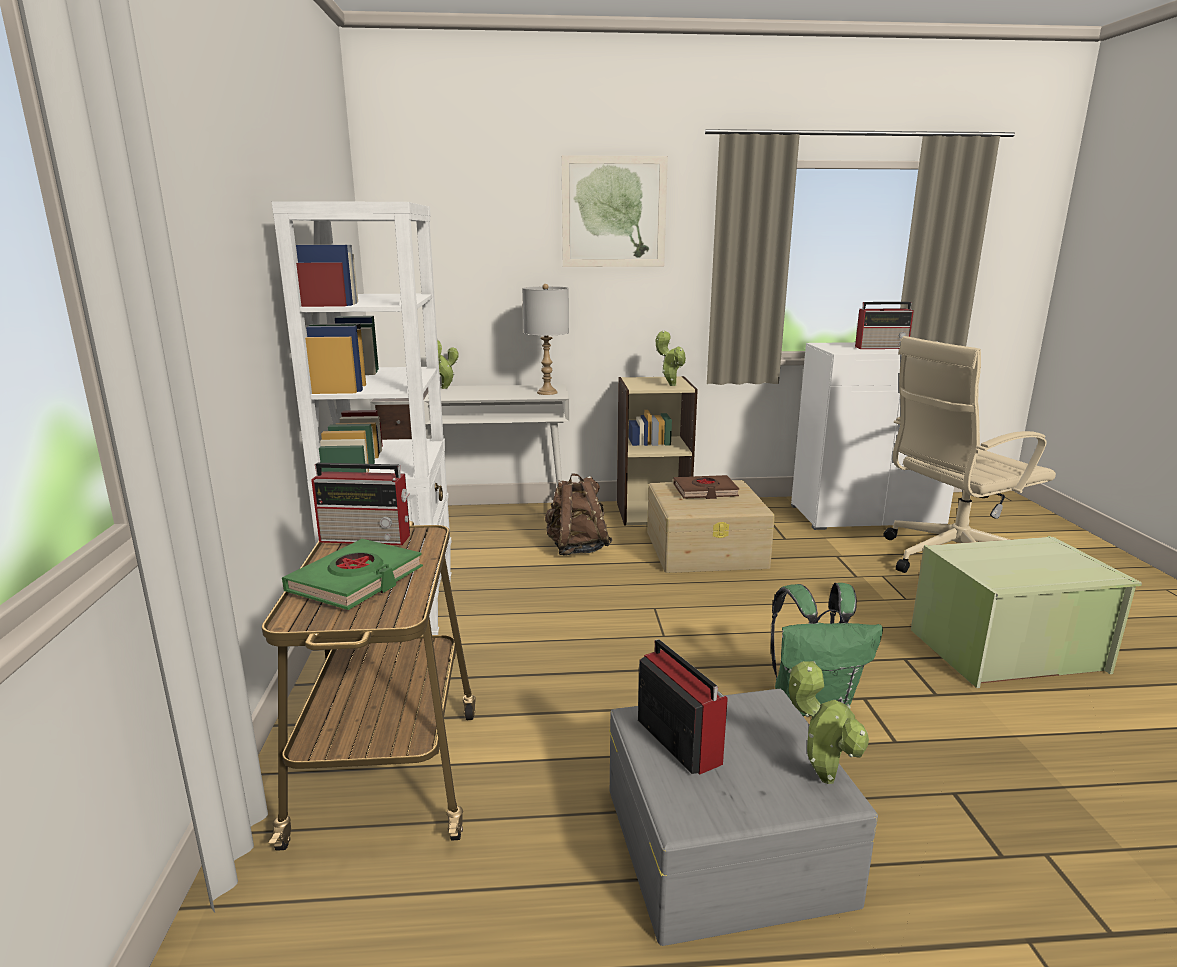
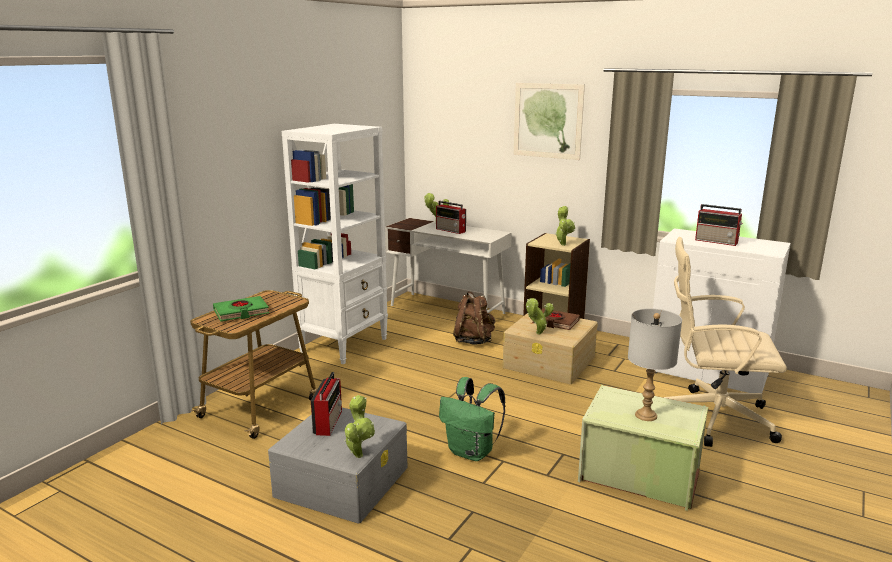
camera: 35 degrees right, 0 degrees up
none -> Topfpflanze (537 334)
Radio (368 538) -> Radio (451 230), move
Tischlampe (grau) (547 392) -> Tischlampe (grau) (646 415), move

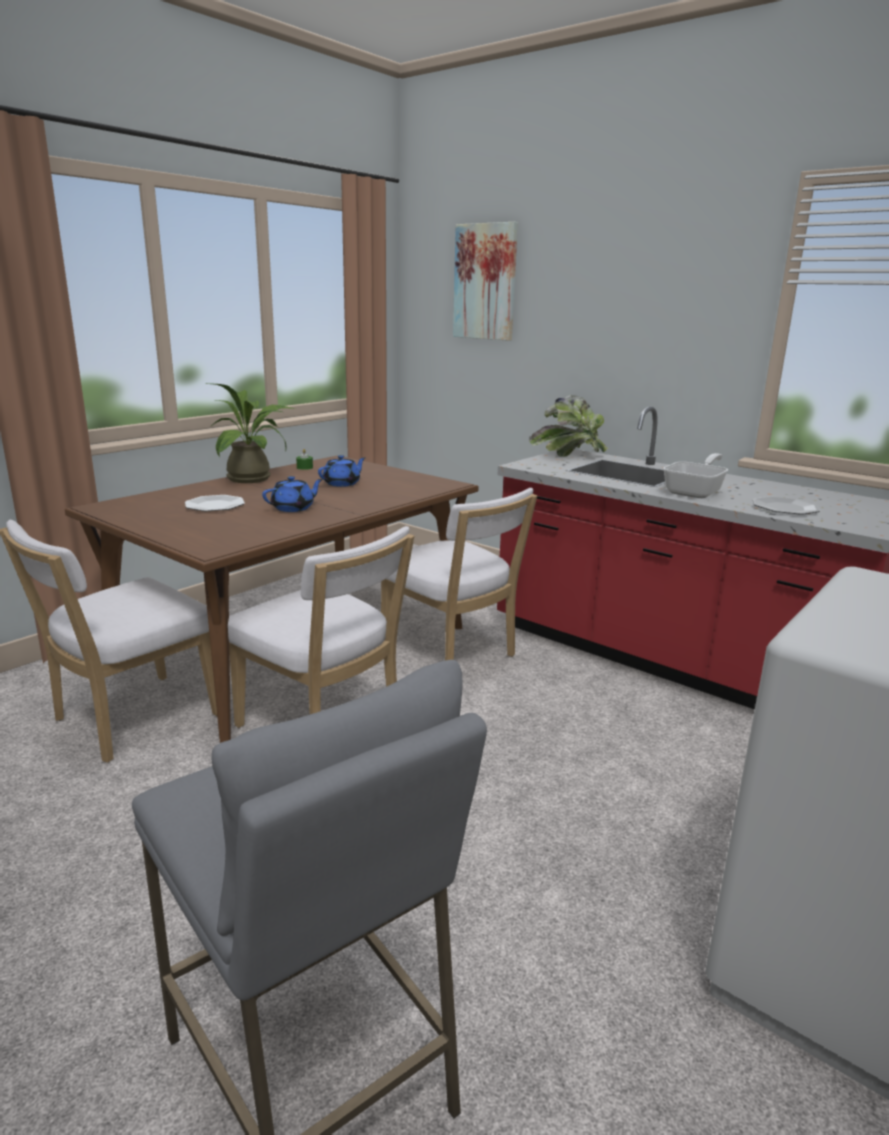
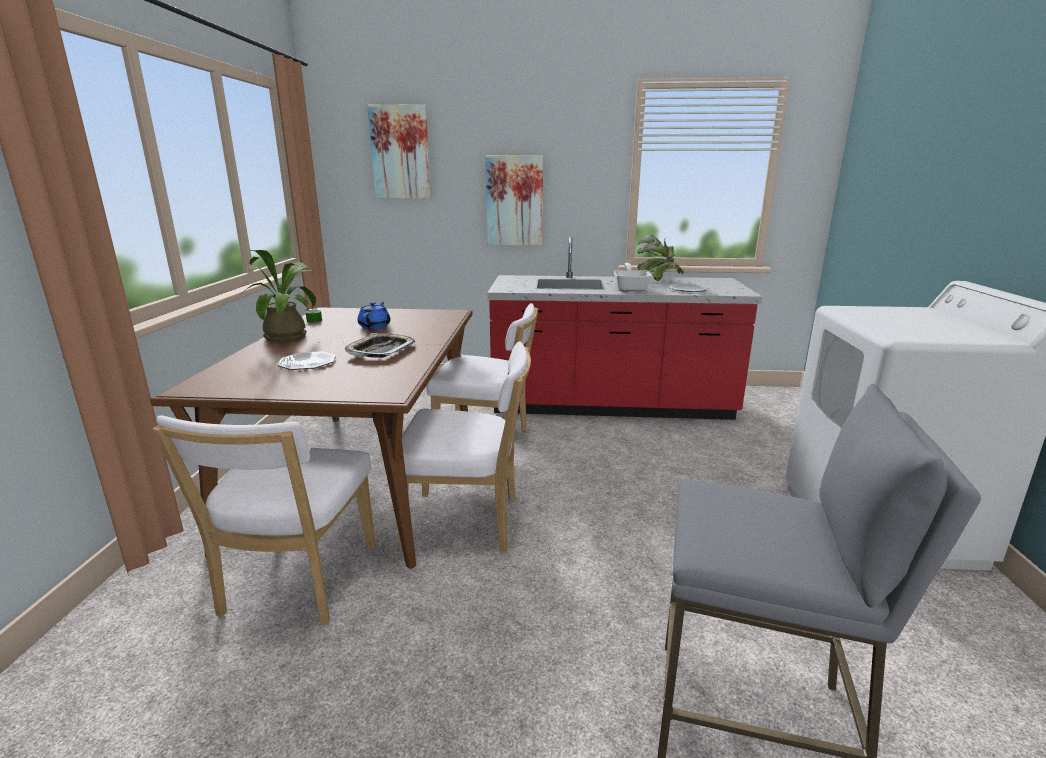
camera: 35 degrees left, 0 degrees up
none -> Bild (514 201)
Topfpflanze (569 455) -> Topfpflanze (658 279), move
Teekanne (blau) (293 508) -> Tablett (380 350)

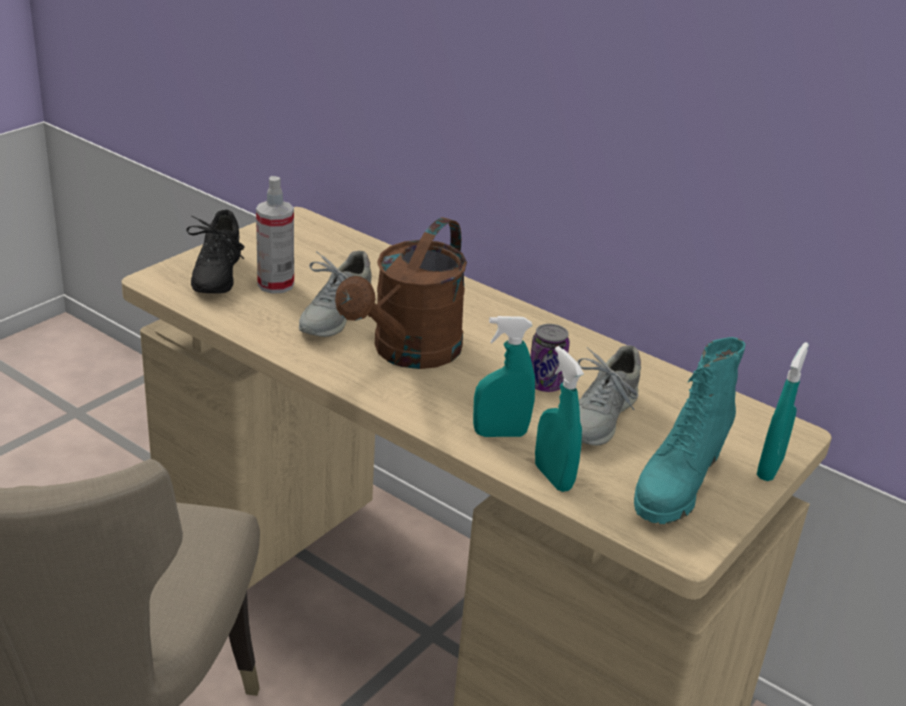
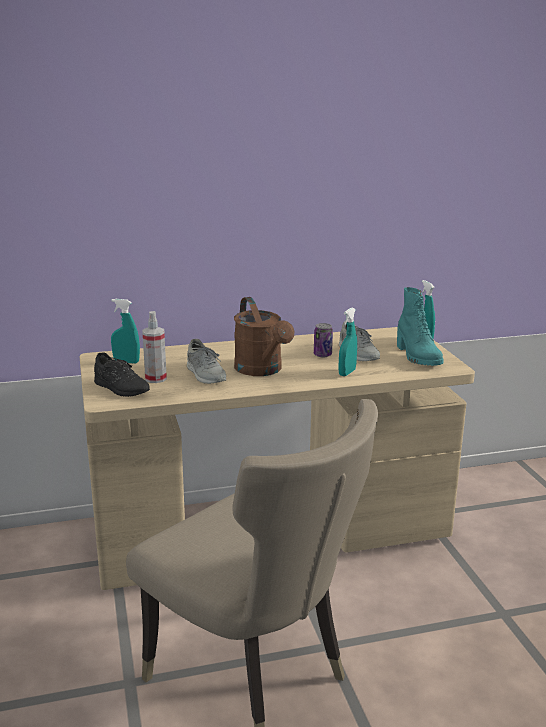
camera: 50 degrees left, 10 degrees down
Sprühflasche (türkis) (553 477) -> Sprühflasche (türkis) (126 362), move

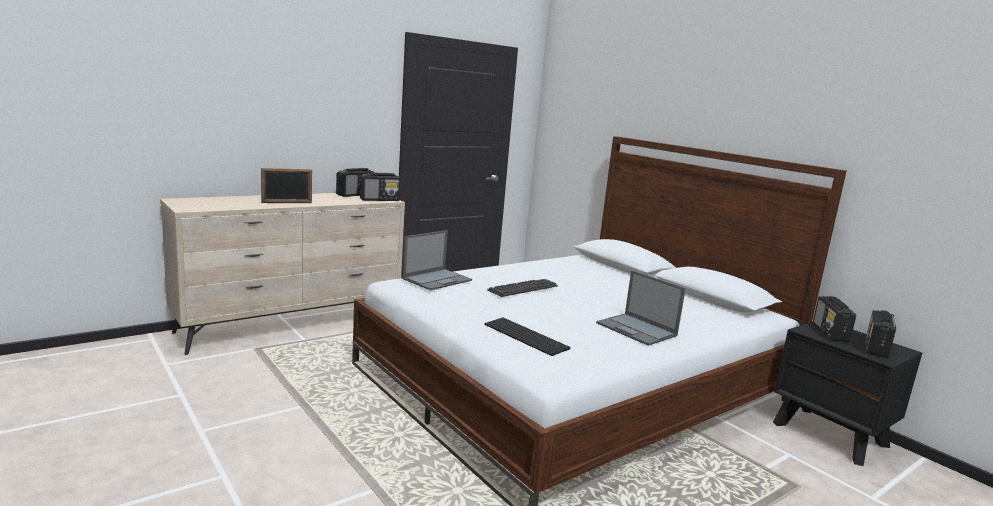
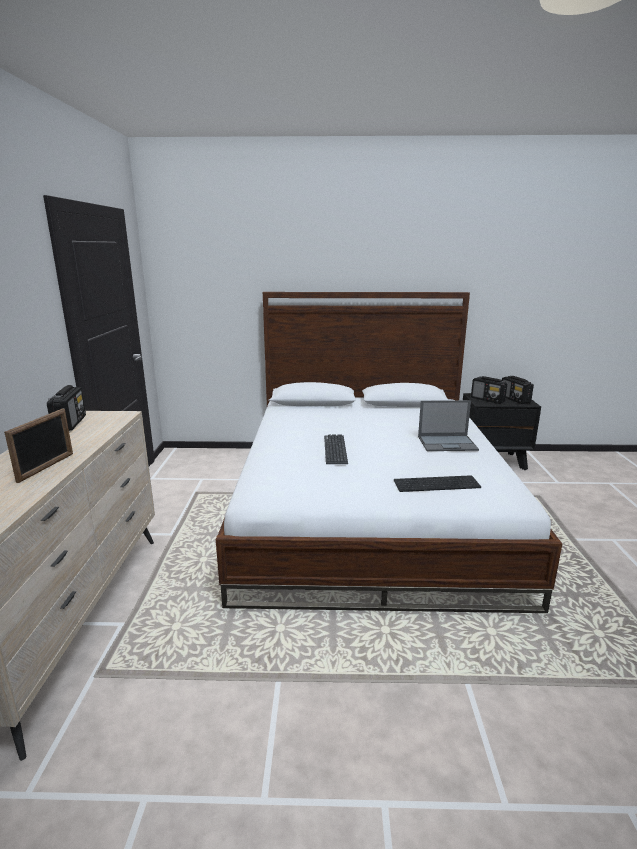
camera: 50 degrees left, 5 degrees up
Radio (380 200) -> none
Laptop (437 279) -> none

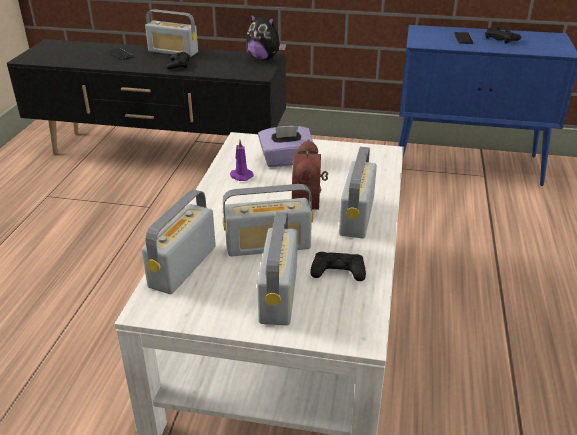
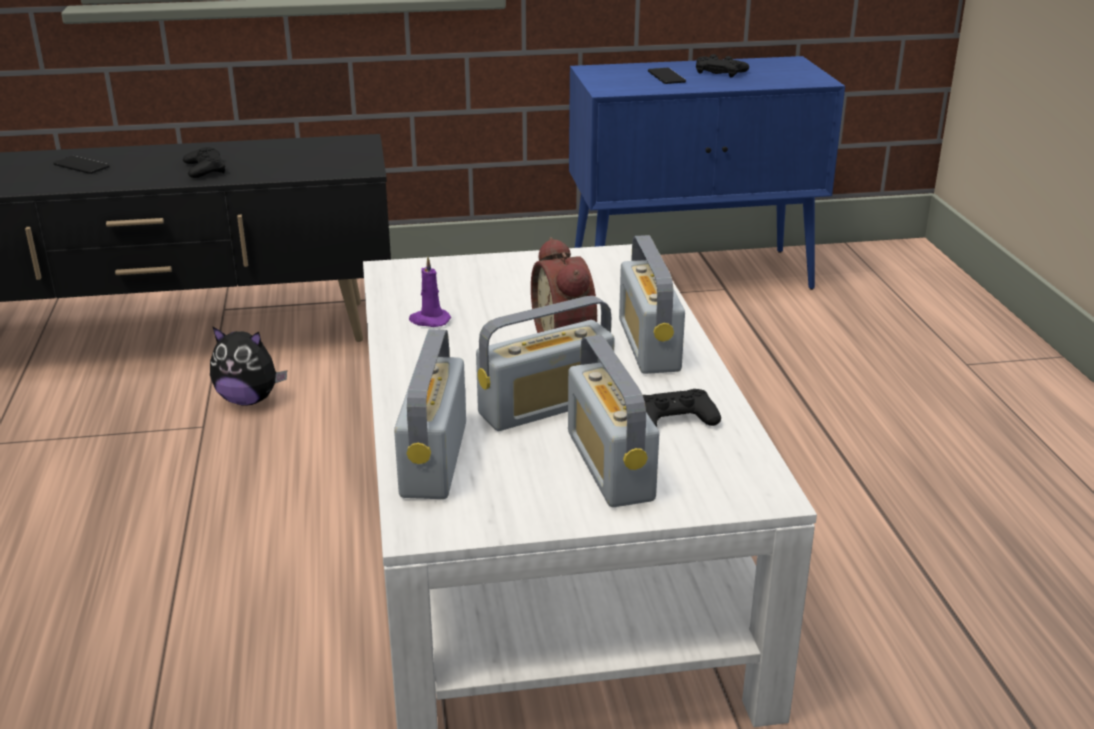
camera: 20 degrees left, 5 degrees down
Radio (173 52) -> none
Taschentuchbox (lila) (286 160) -> none
Plüschtier (264 58) -> Plüschtier (249 400), move

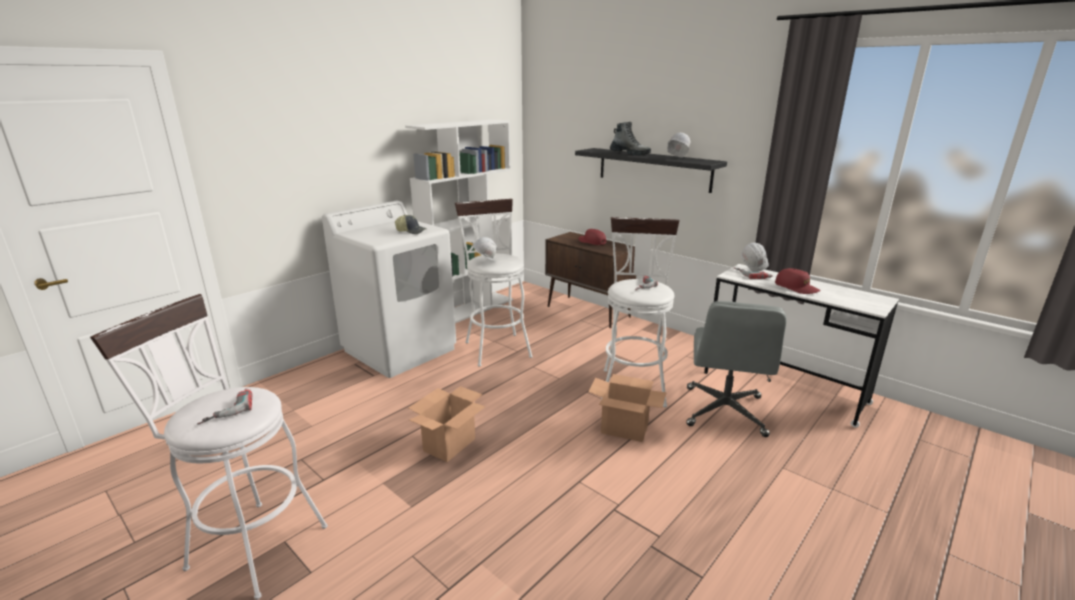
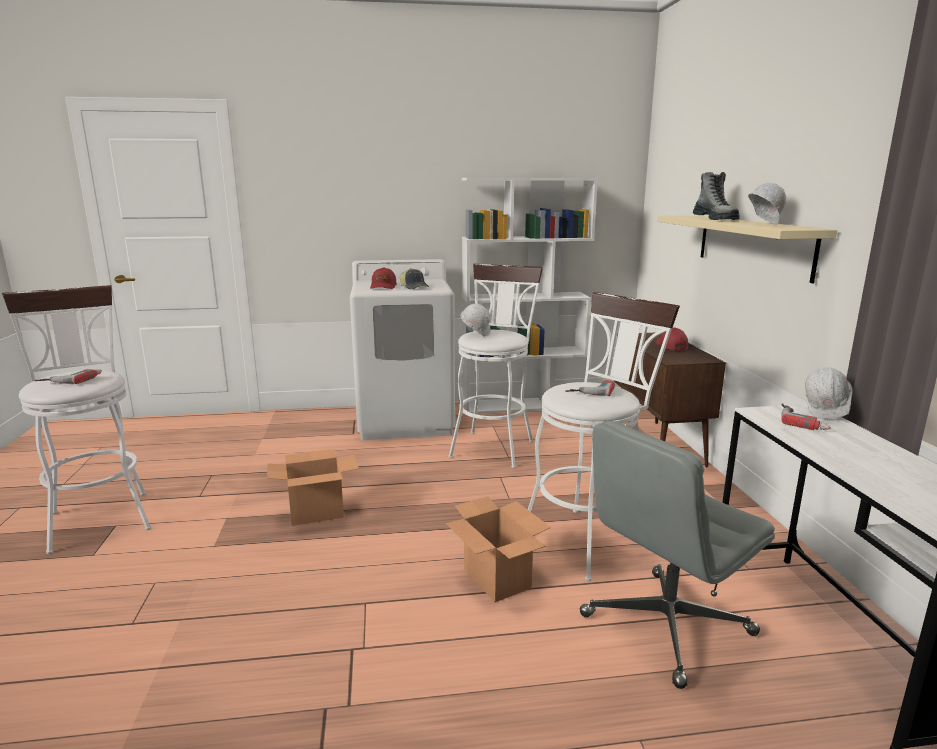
camera: 40 degrees right, 5 degrees down
Kappe (rot) (796 287) -> Kappe (rot) (383 286), move
Wandregal (schwarz) (653 169) -> Wandregal (beige) (752 245)

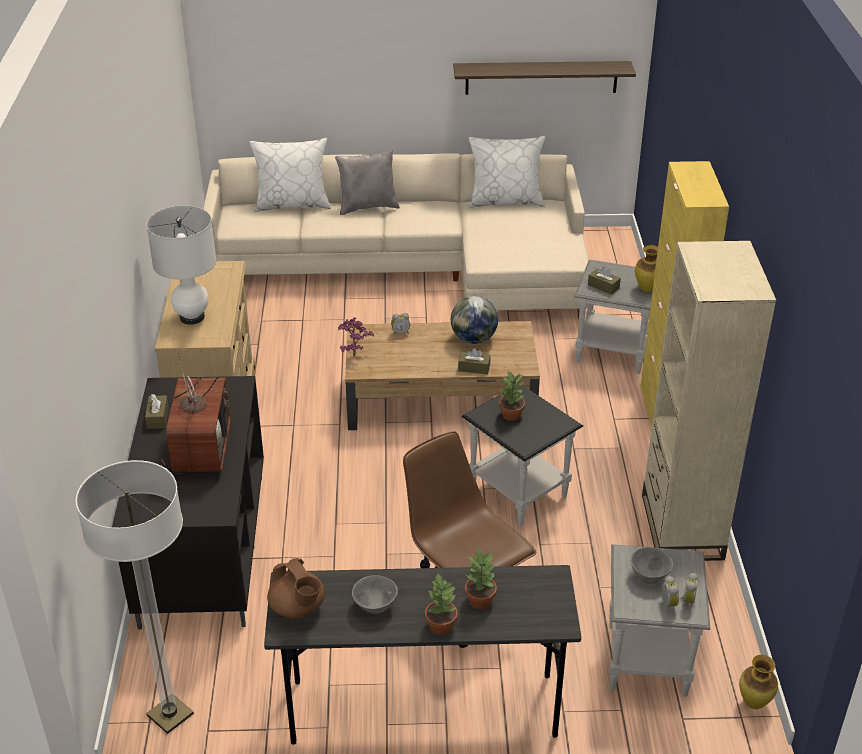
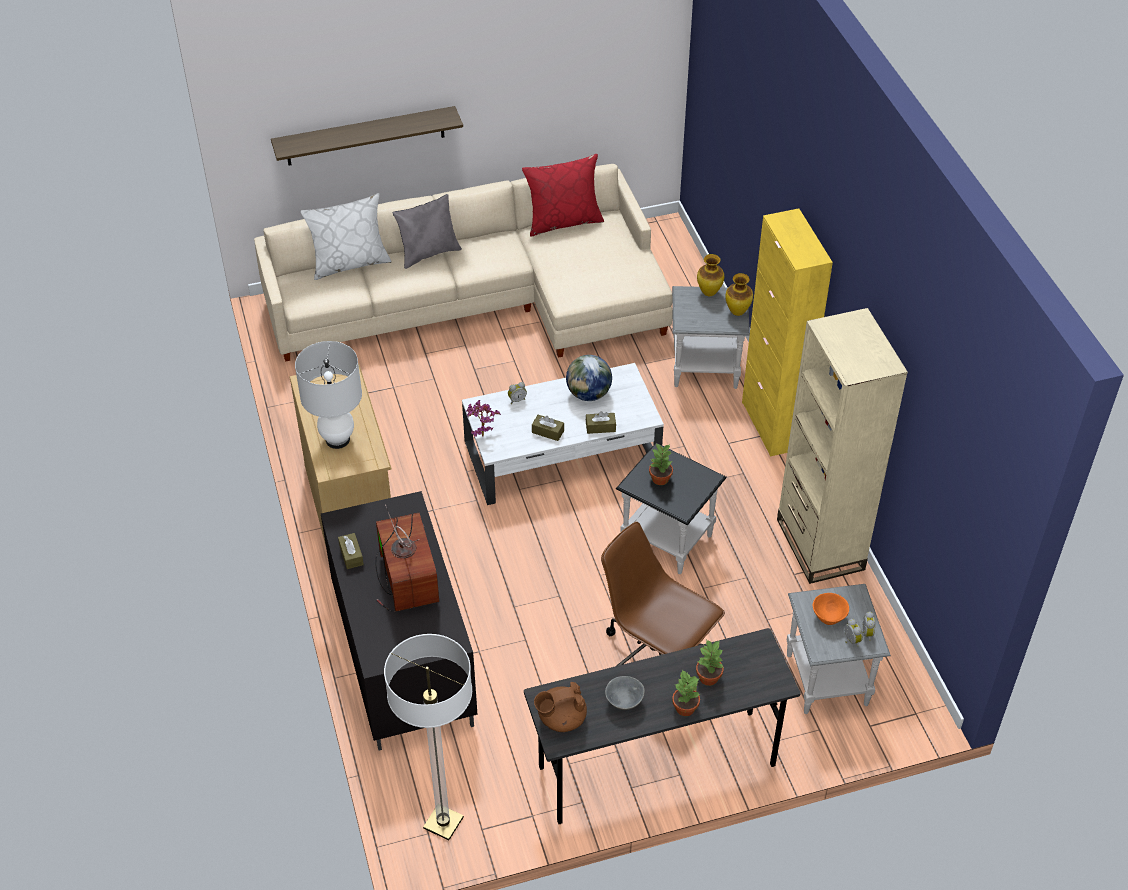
camera: 15 degrees left, 10 degrees up
Wandregal (541 77) -> Wandregal (365 136), move
Taschentuchbox (braun) (603 286) -> Taschentuchbox (braun) (548 432), move
Vase (753 703) -> Vase (708 293), move
Couchtisch (braun) (441 399) -> Couchtisch (weiß) (563 453)
Kissen (weiß) (505 201) -> Kissen (rot) (563 221)
Schüssel (grau) (650 576) -> Schüssel (orange) (830 617)
Teekanne (braun) (298 608) -> Teekanne (braun) (561 718), 120 degrees clockwise

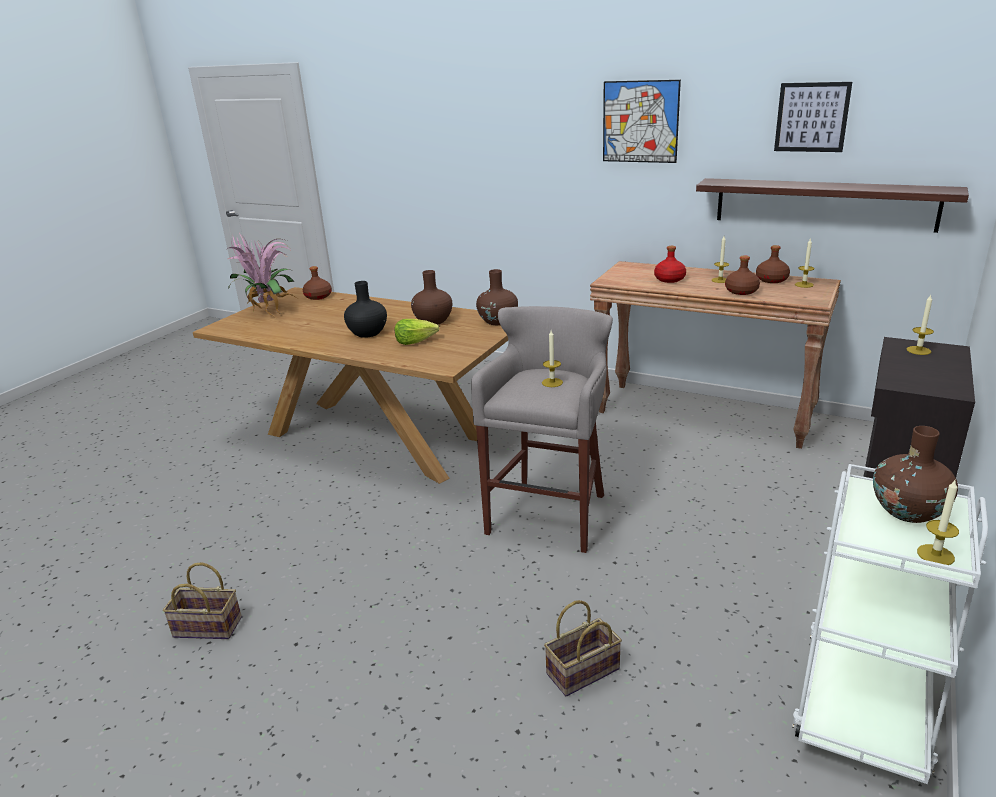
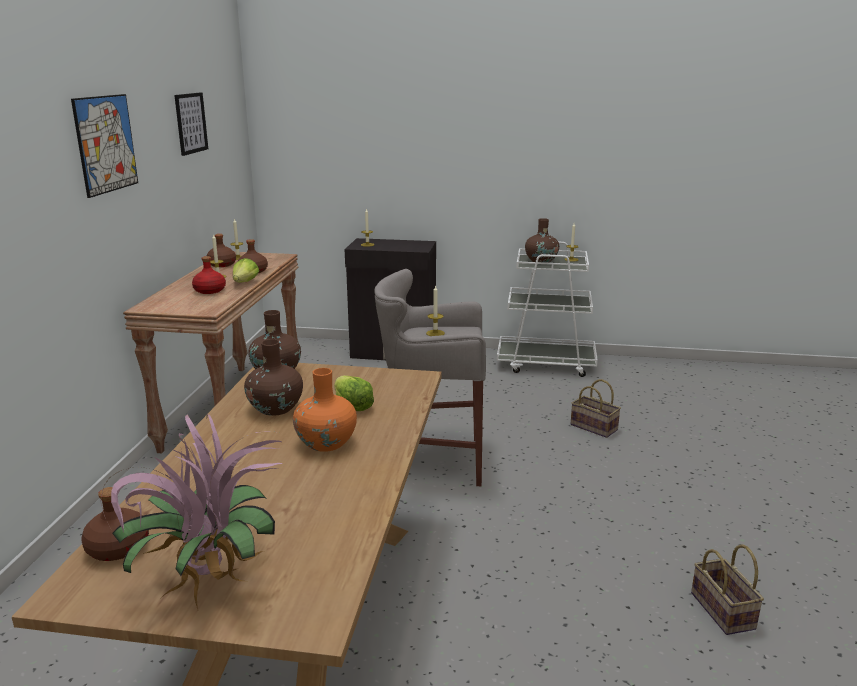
camera: 110 degrees left, 5 degrees down
Wandregal (824 204) -> none
none -> Salatkopf (245 283)
Vase (schwarz) (367 333) -> Vase (orange) (326 443)

